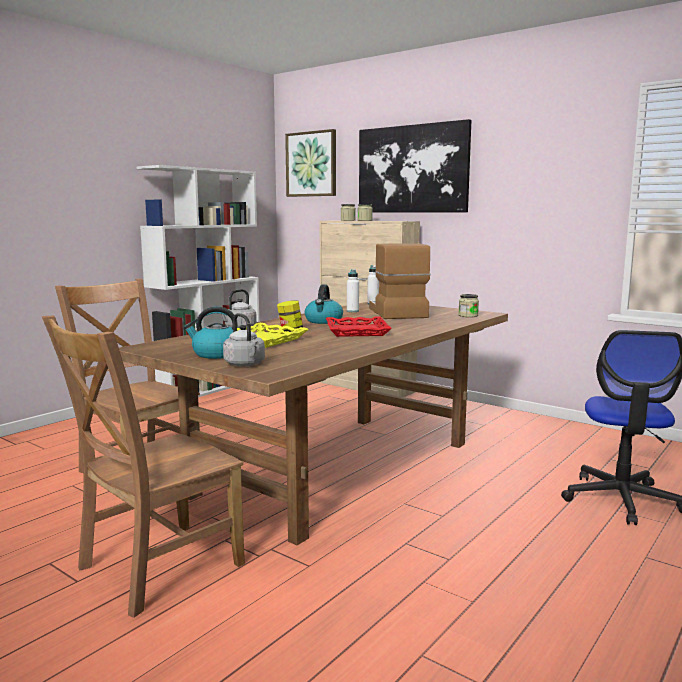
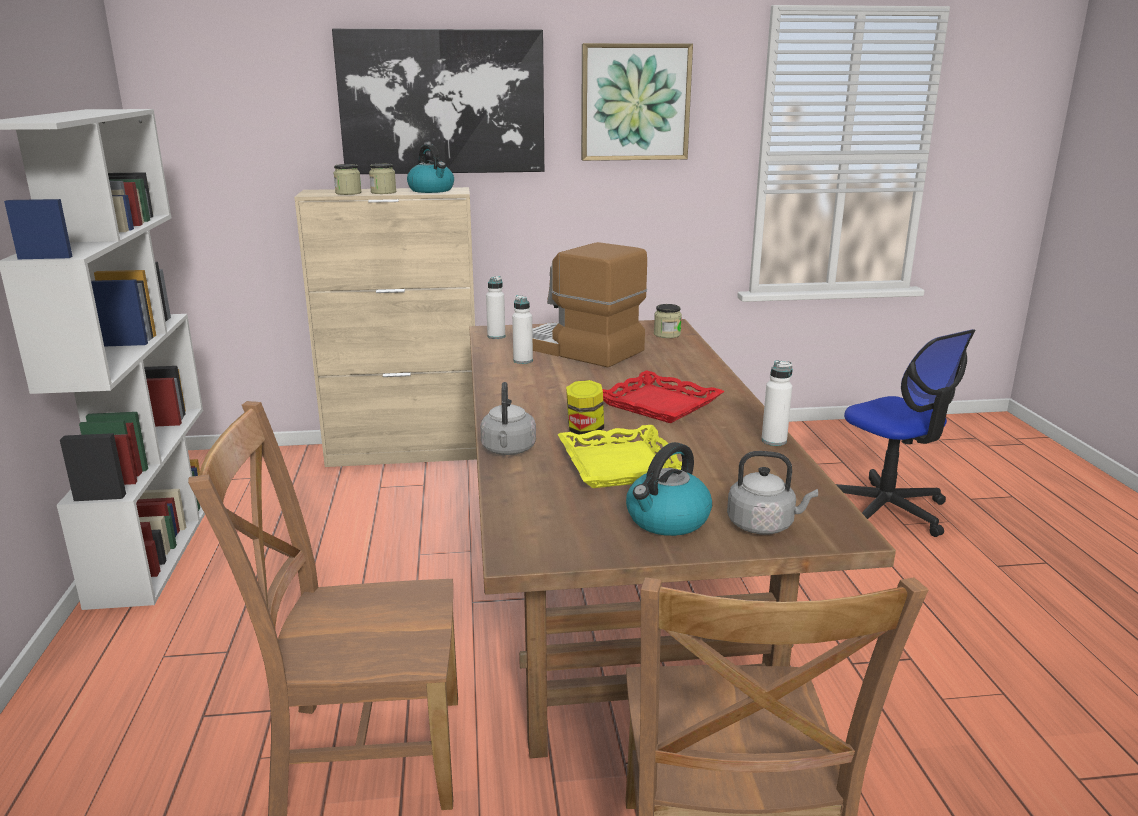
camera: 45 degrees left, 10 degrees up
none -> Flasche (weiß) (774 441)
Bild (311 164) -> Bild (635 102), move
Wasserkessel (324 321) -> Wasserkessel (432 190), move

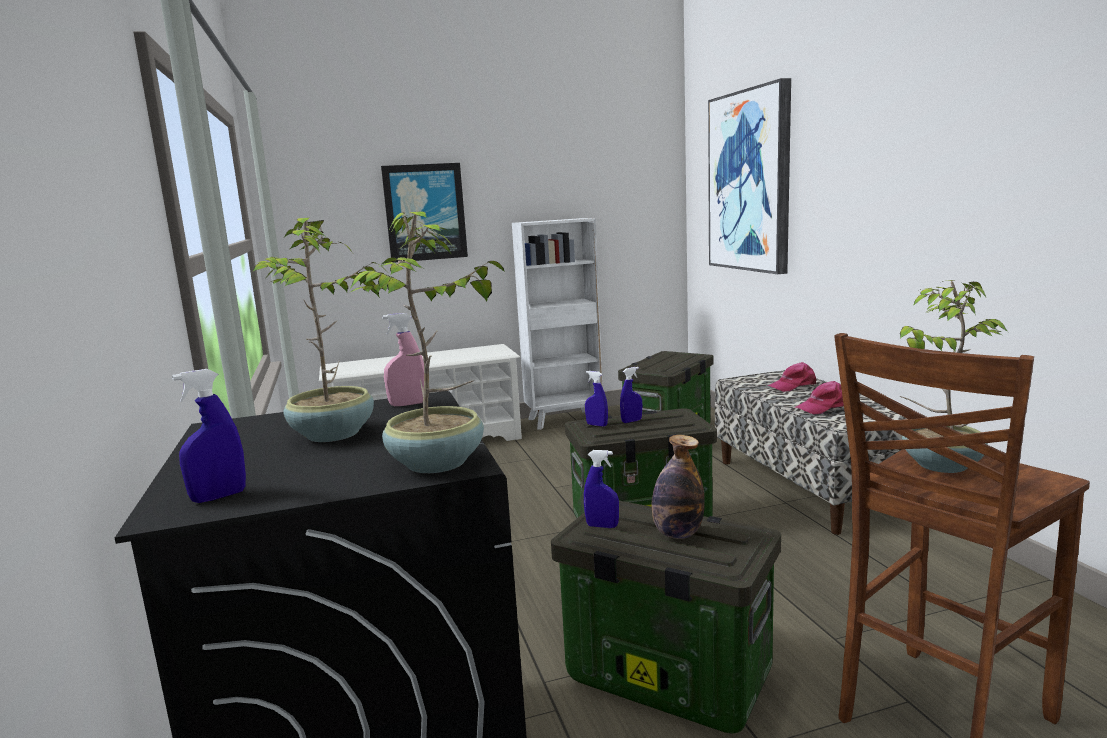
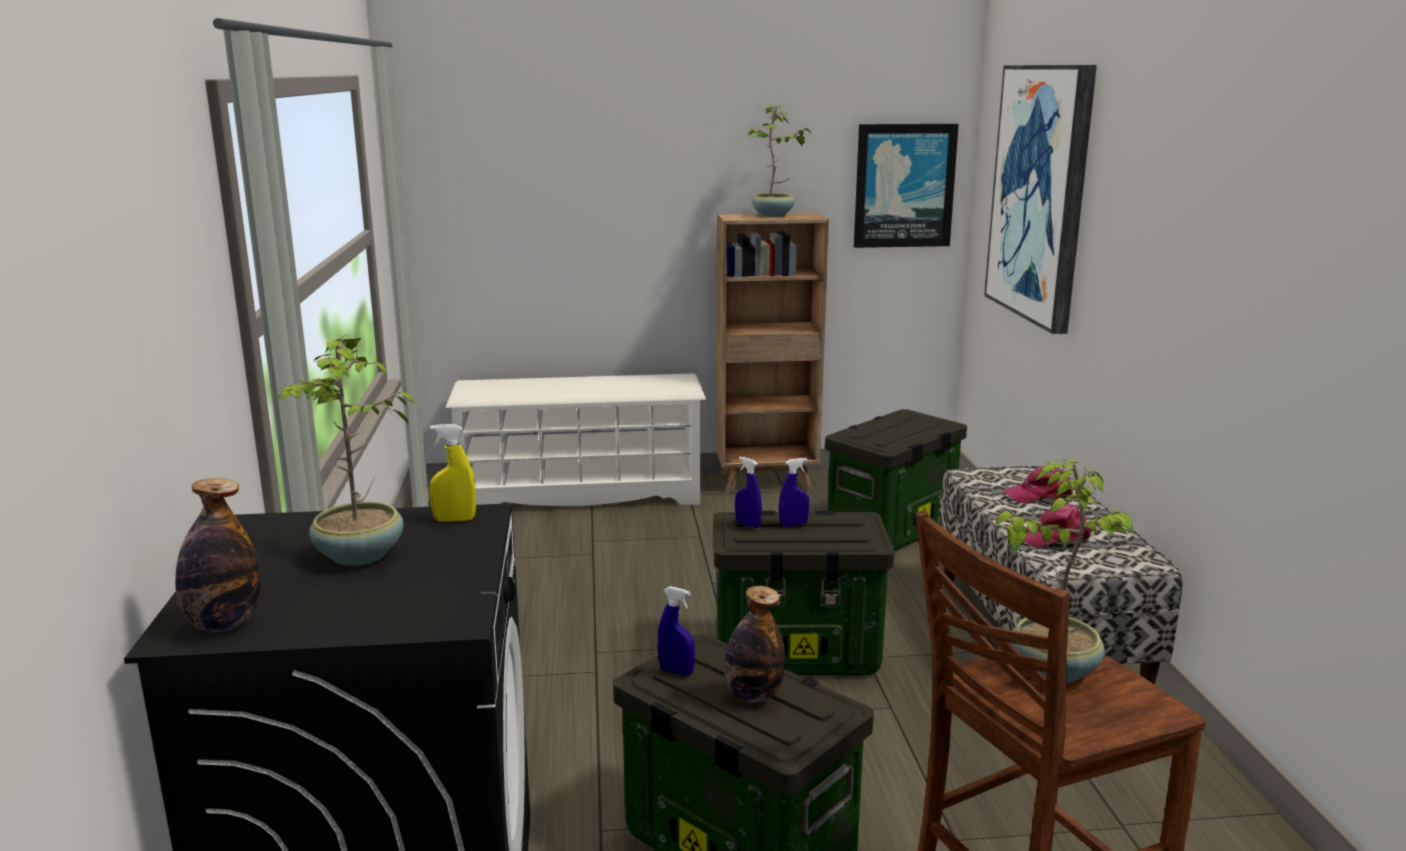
camera: 10 degrees right, 5 degrees up
Topfpflanze (438 464) -> Topfpflanze (773 215), move
Bild (425 212) -> Bild (904 186), move
Sprühflasche (blau) (219 496) -> Flasche (224 624)
Sprühflasche (rosa) (408 404) -> Sprühflasche (gelb) (455 520)
Bücherregal (weiß) (565 420) -> Bücherregal (braun) (767 482)

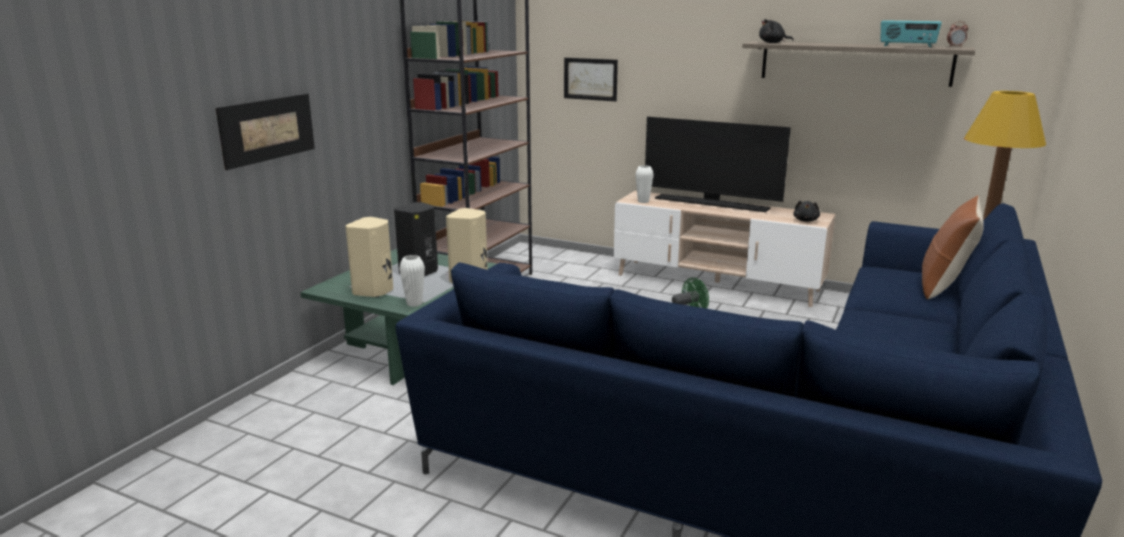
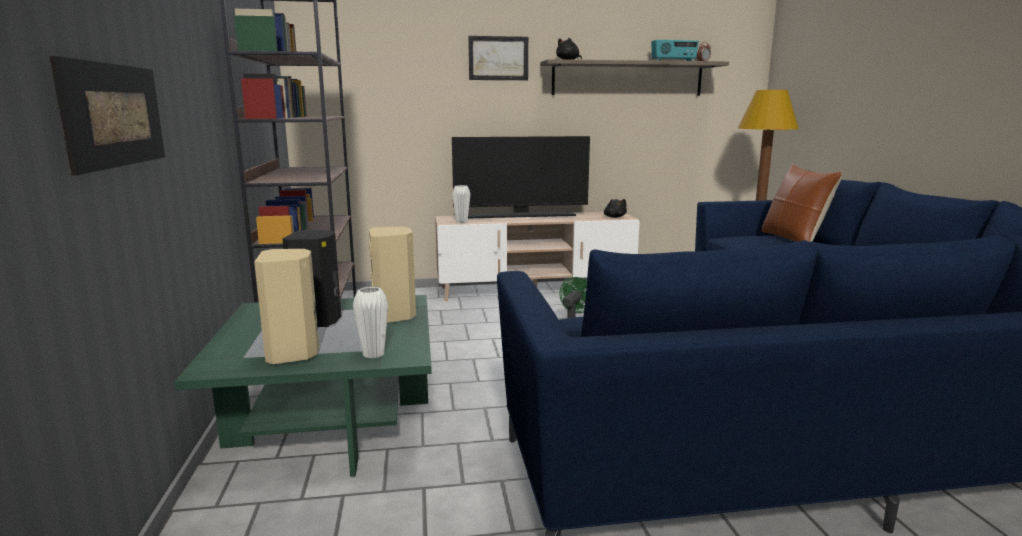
camera: 35 degrees left, 5 degrees down
Bild (590 79) -> Bild (498 58), move

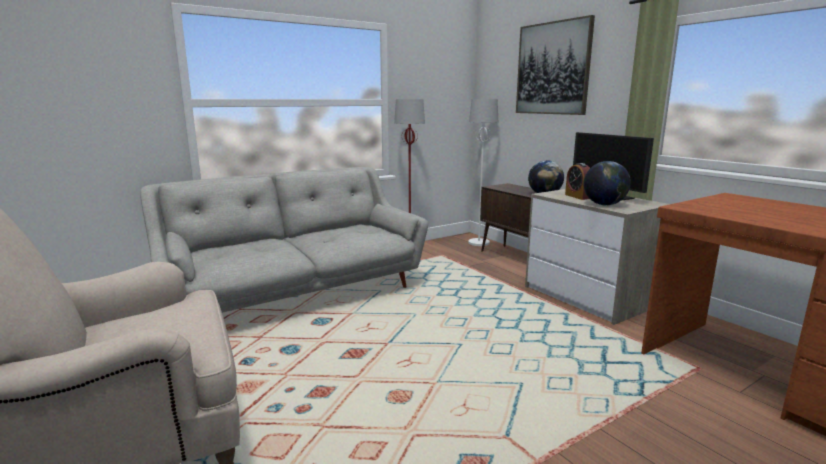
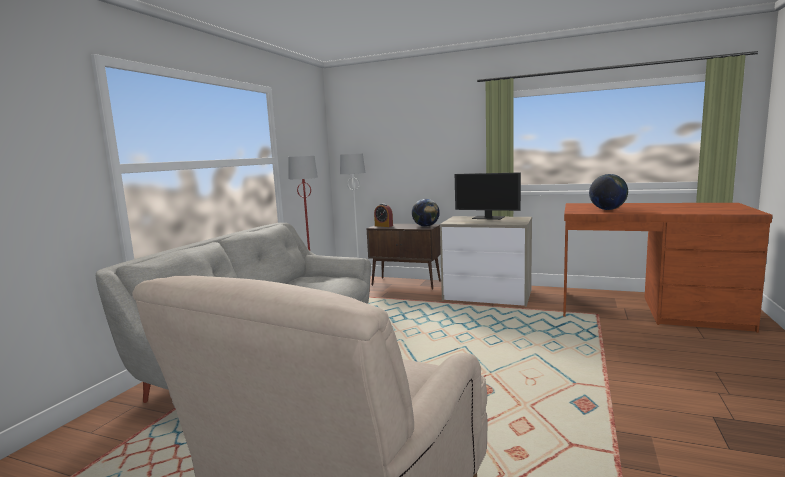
camera: 35 degrees left, 5 degrees down
Bild (553 68) -> none
Wecker (577 196) -> Wecker (383 226), move
Globus (604 205) -> Globus (607 210), move

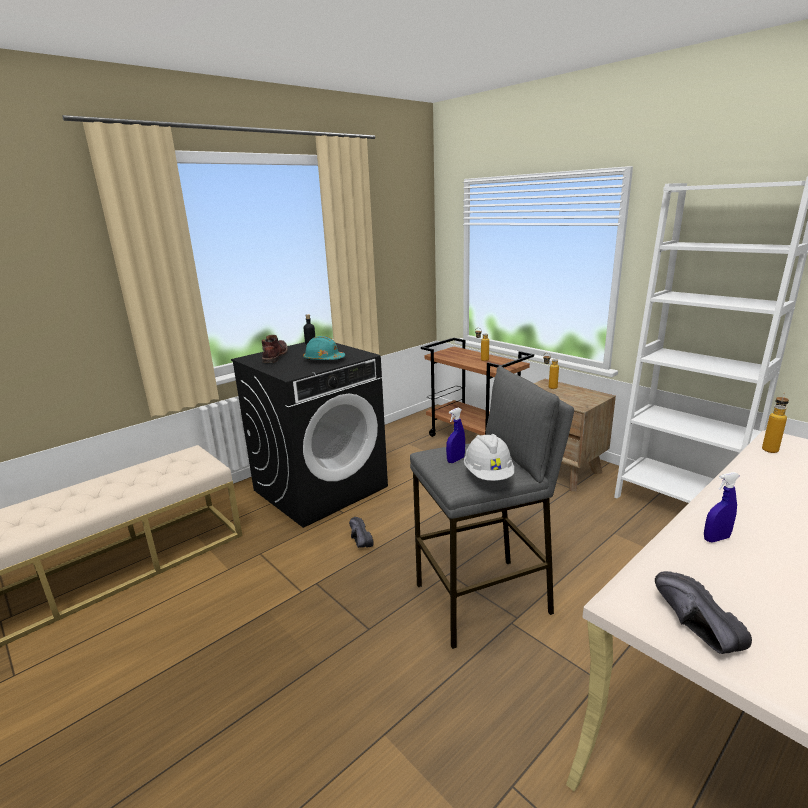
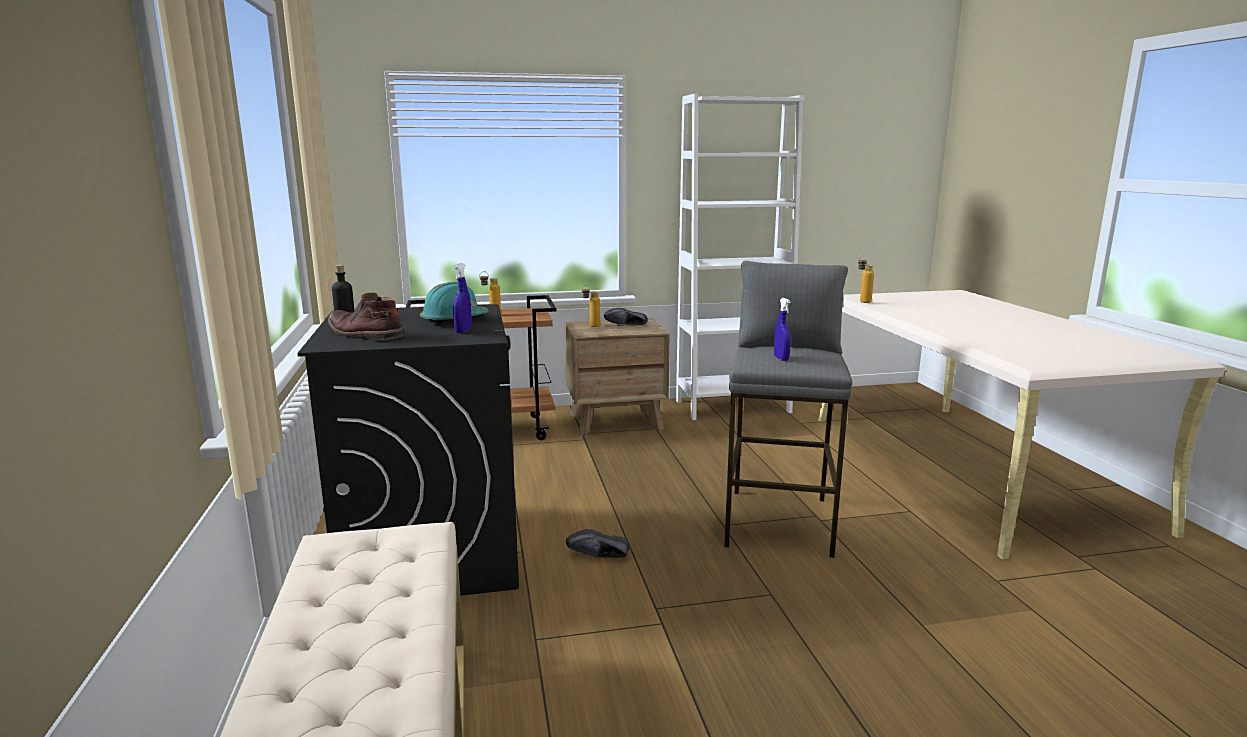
camera: 60 degrees left, 5 degrees down
Schutzhelm (weiß) (488 475) -> none
Schuh (schwarz) (691 627) -> Schuh (schwarz) (626 325), move
Sprühflasche (blau) (716 539) -> Sprühflasche (blau) (463 331), move

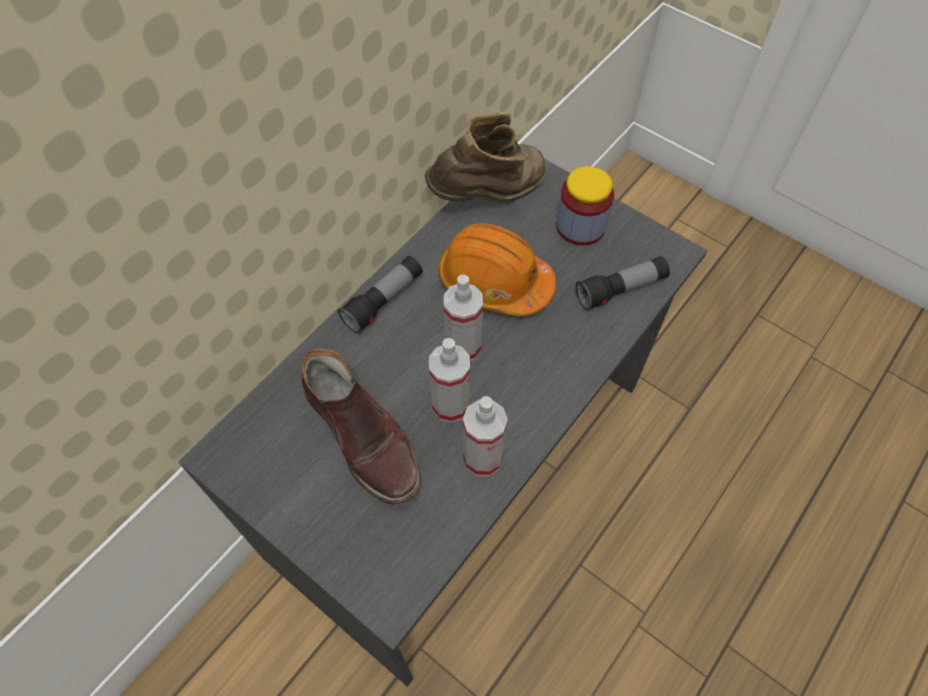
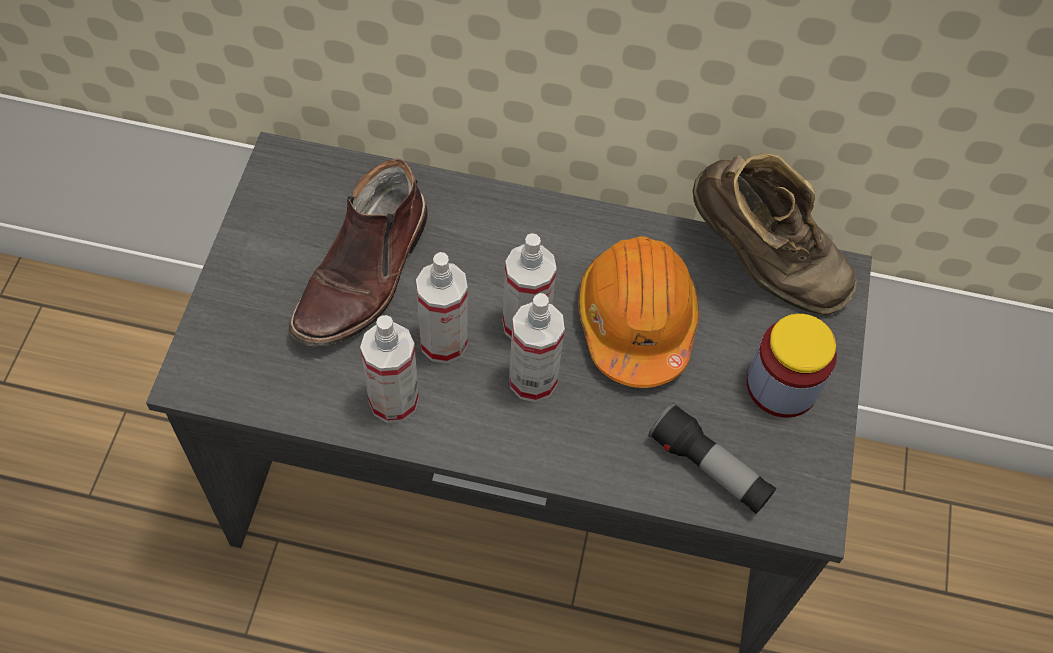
camera: 60 degrees right, 0 degrees up
Taschenlampe (383 301) -> none
none -> Sprühflasche (532 380)

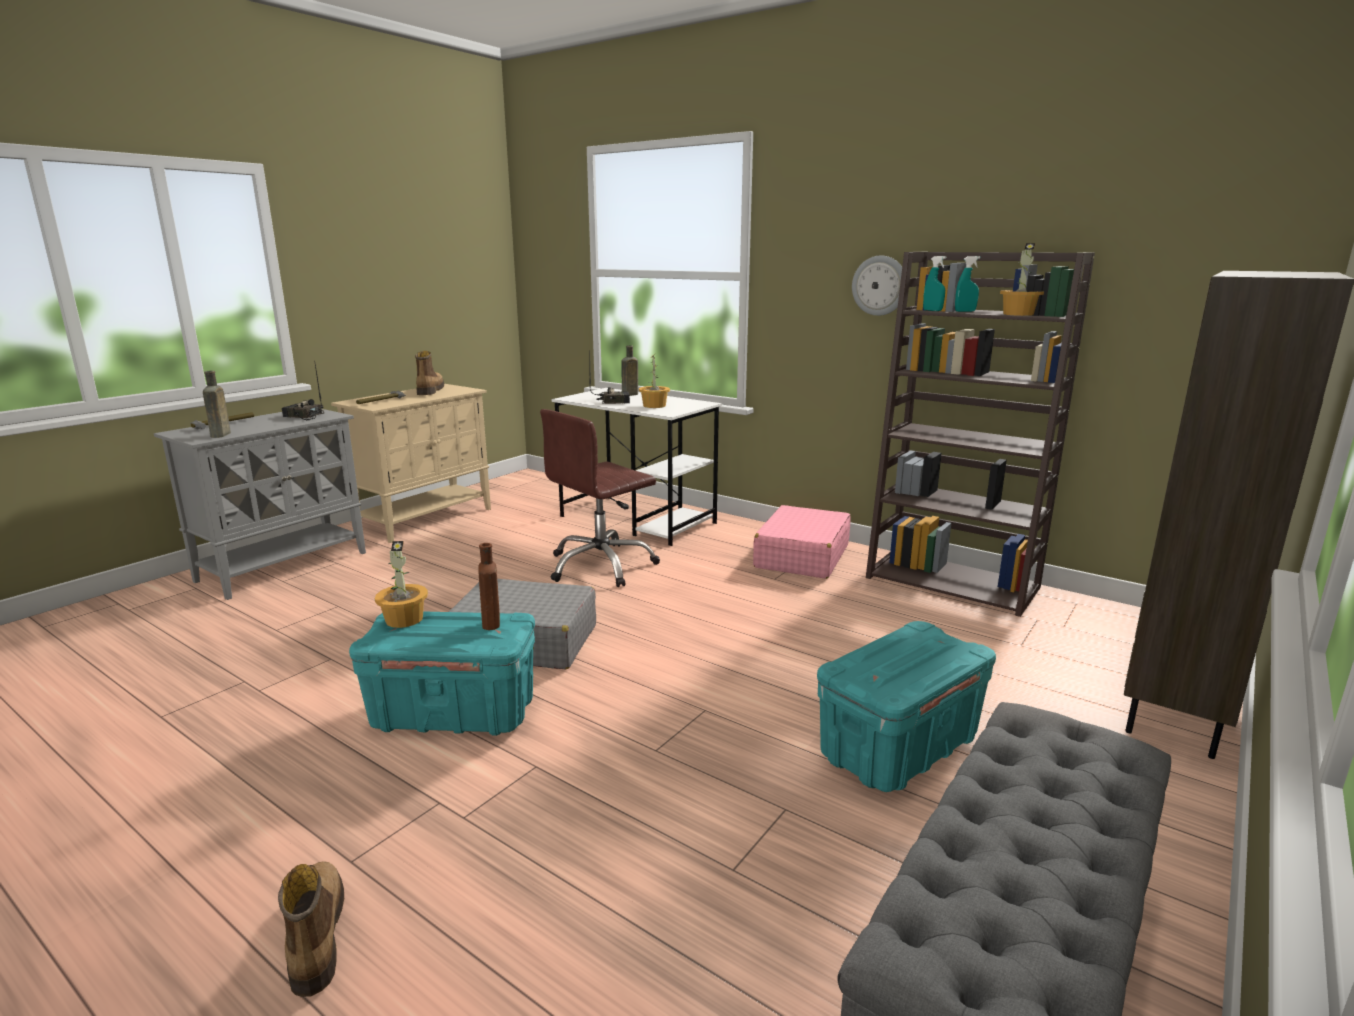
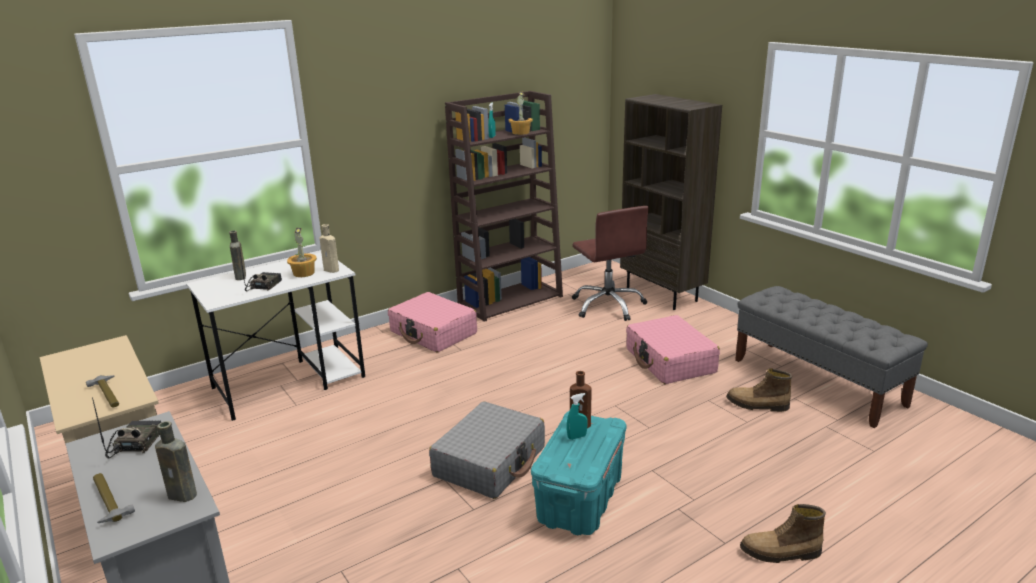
camera: 70 degrees left, 5 degrees up
Topfpflanze (404 619) -> none
Wanduhr (879 285) -> none
none -> Flasche (beige) (332 270)
Stiefel (429 391) -> Stiefel (757 405), move
Bürostuhl (braun) (601 566) -> Bürostuhl (braun) (608 305), move
Sprühflasche (türkis) (932 310) -> Sprühflasche (türkis) (577 437), move
Aufbewahrungsbox (türkis) (899 749) -> Koffer (rosa) (670 361)
Radio (303 416) -> Radio (135 443), 150 degrees clockwise

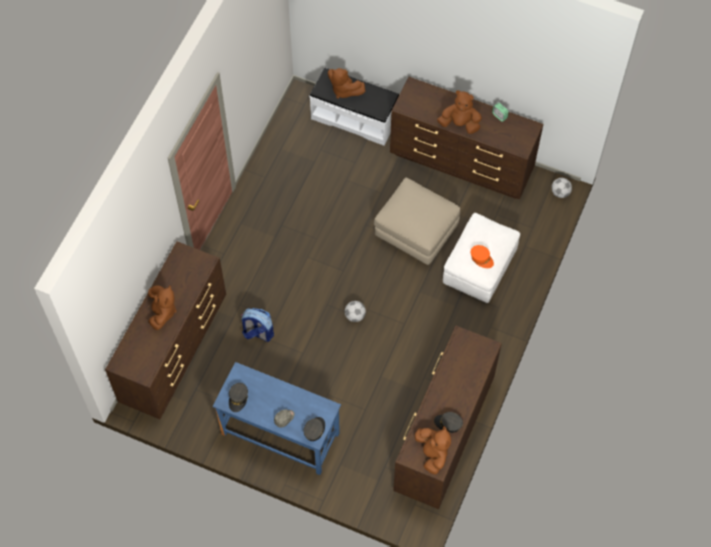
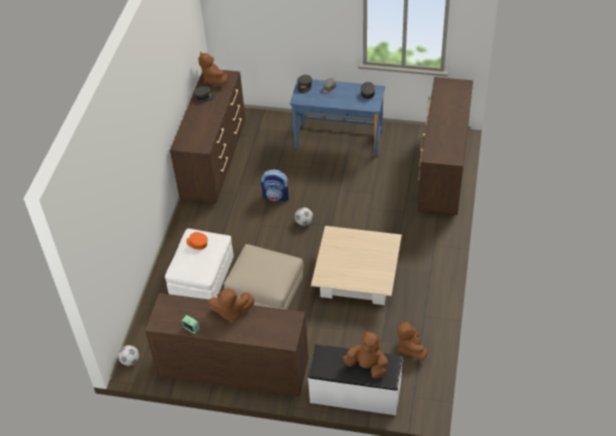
camera: 170 degrees right, 15 degrees down
none -> Couchtisch (beige) (357 276)
Plüschtier (braun) (162 312) -> Plüschtier (braun) (410 348), move
Rucksack (258 333) -> Rucksack (276 196), move

